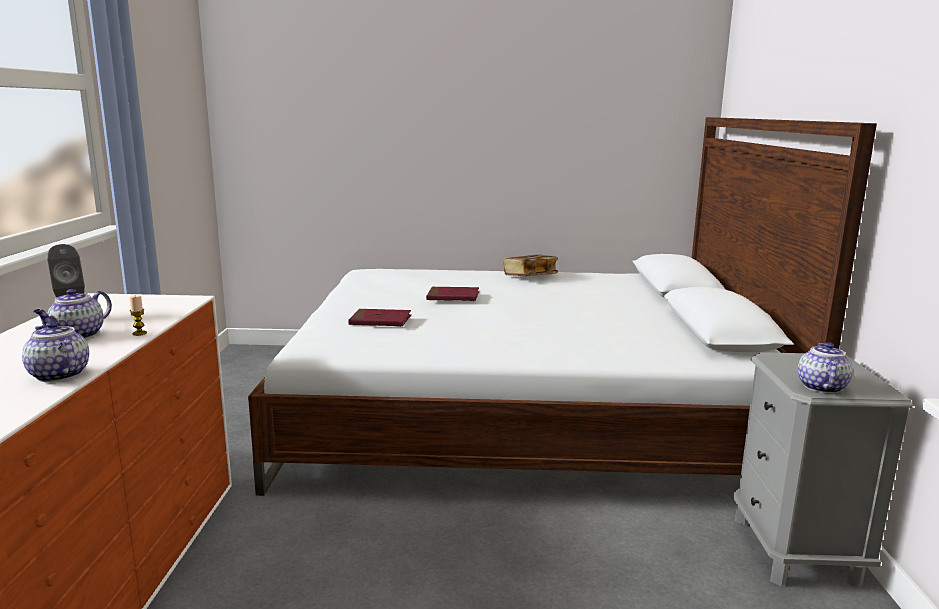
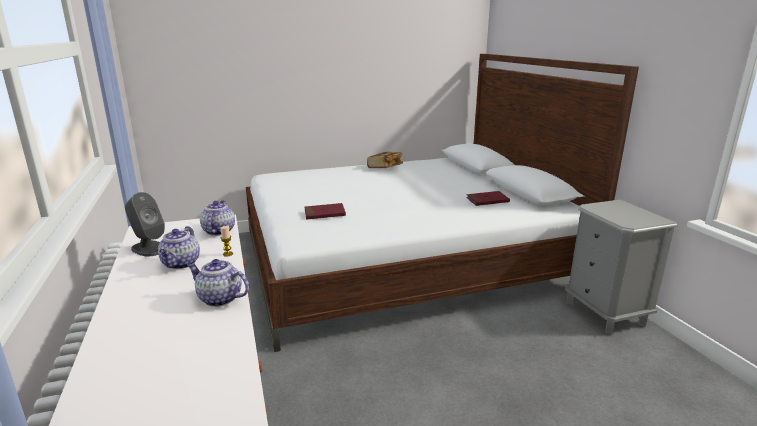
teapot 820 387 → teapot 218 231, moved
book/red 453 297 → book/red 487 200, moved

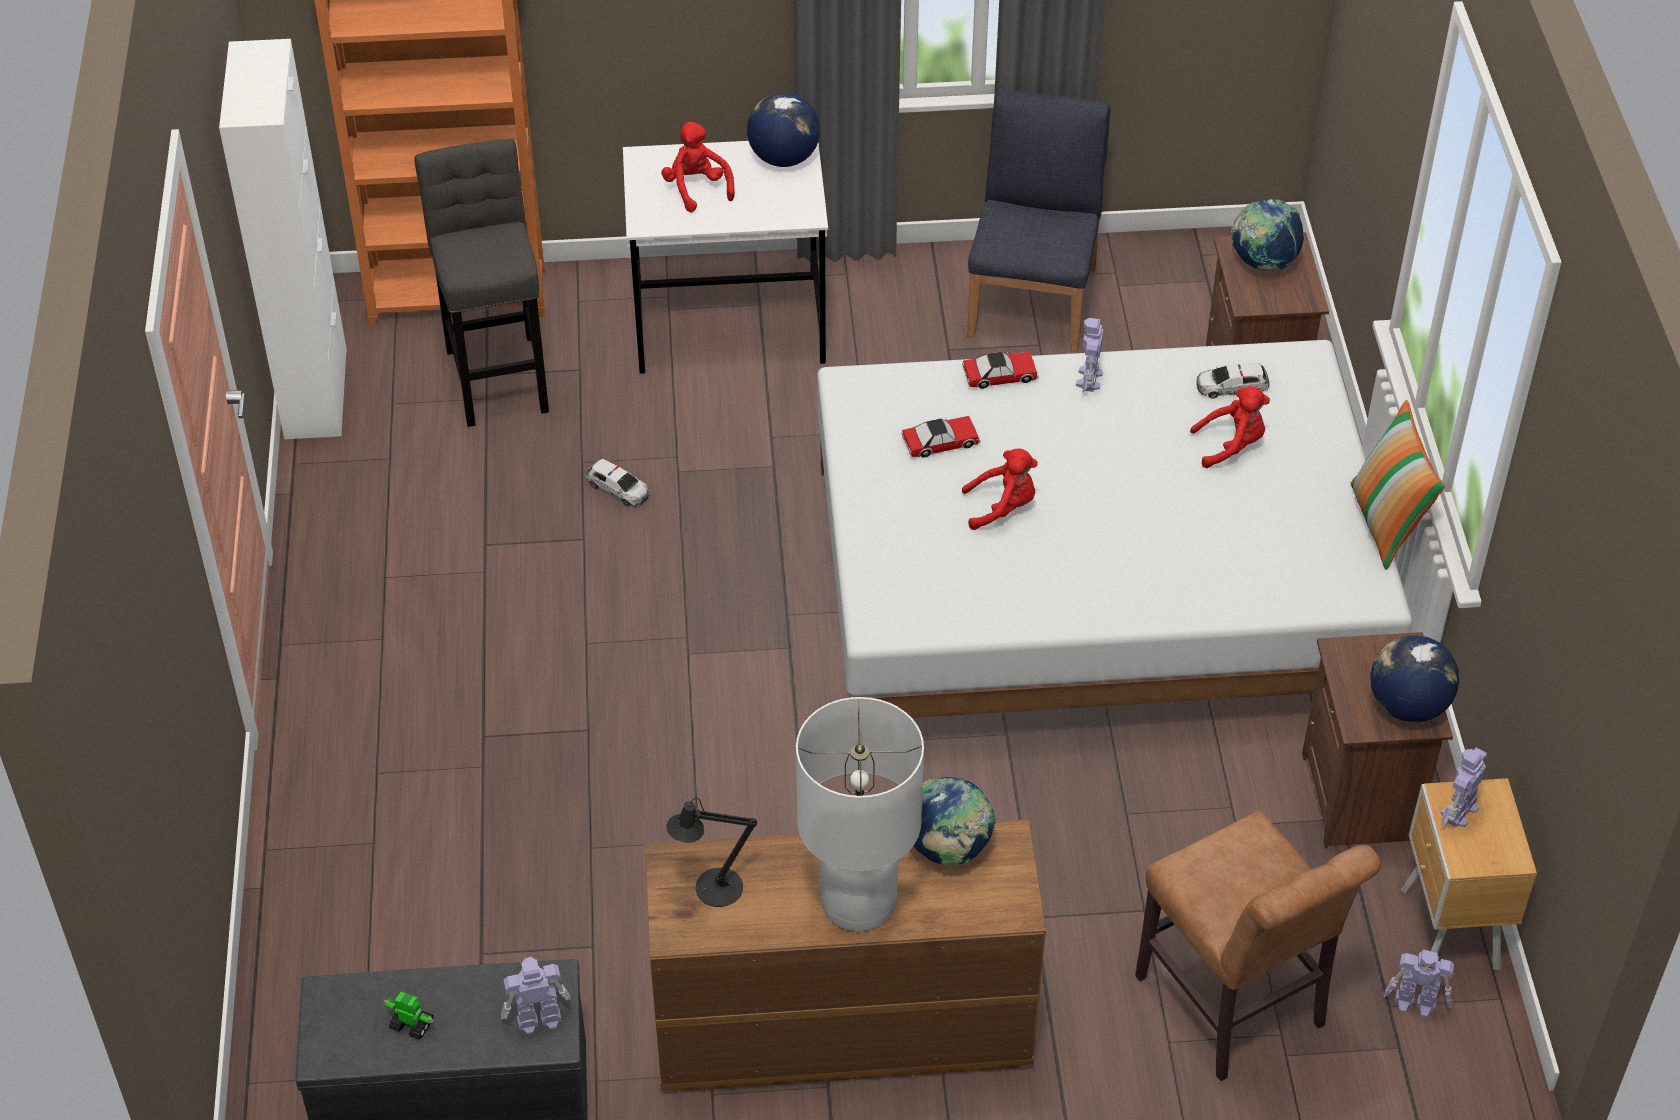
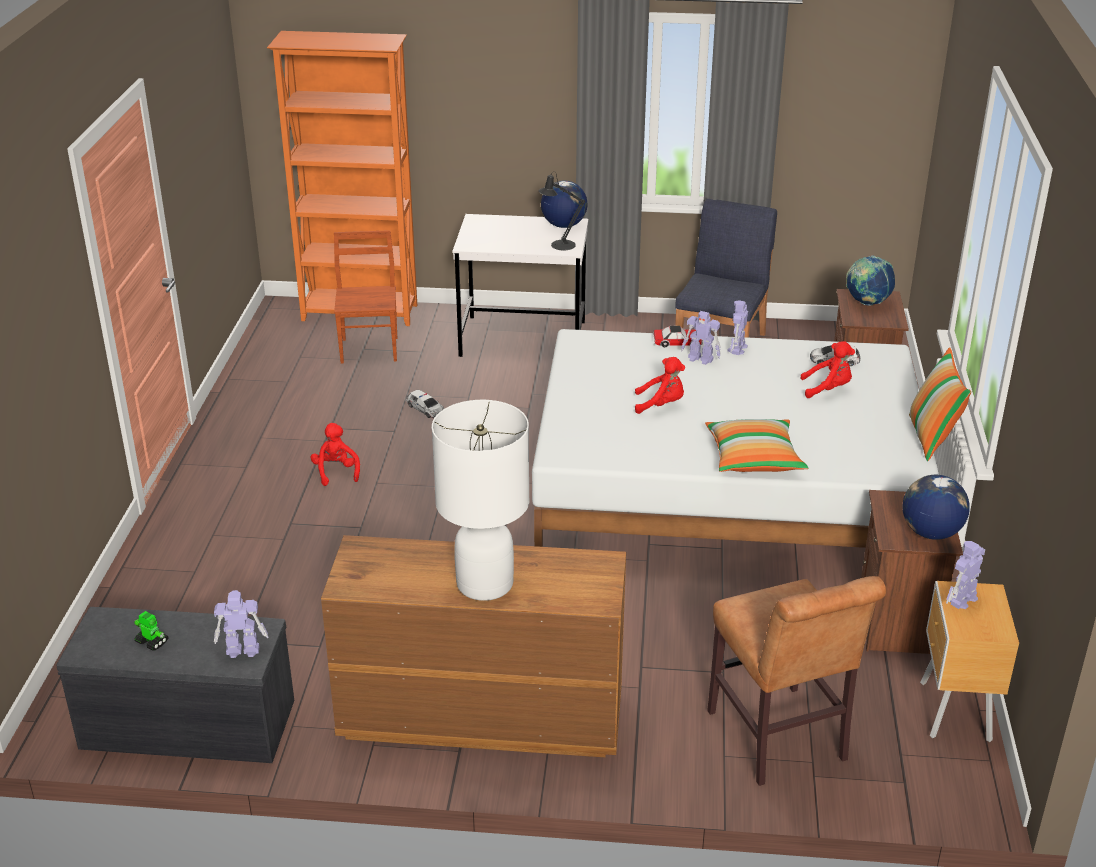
plush toy/red 697 189 → plush toy/red 336 472, moved
stool/grey 498 374 → chair/brown 370 349
table lamp/black 712 889 → table lamp/black 559 245, moved
toy robot 1416 1003 → toy robot 701 359, moved
- → pillow 754 459
cabinet/white 316 394 → -
toy car 941 442 → -
globe 948 850 → -

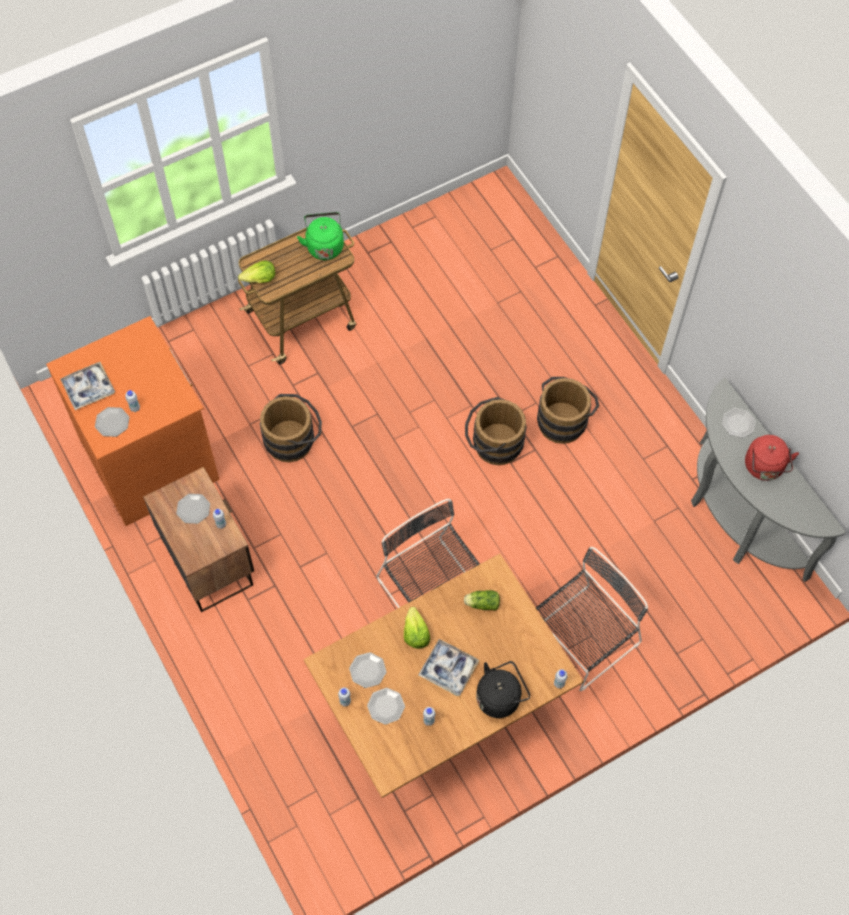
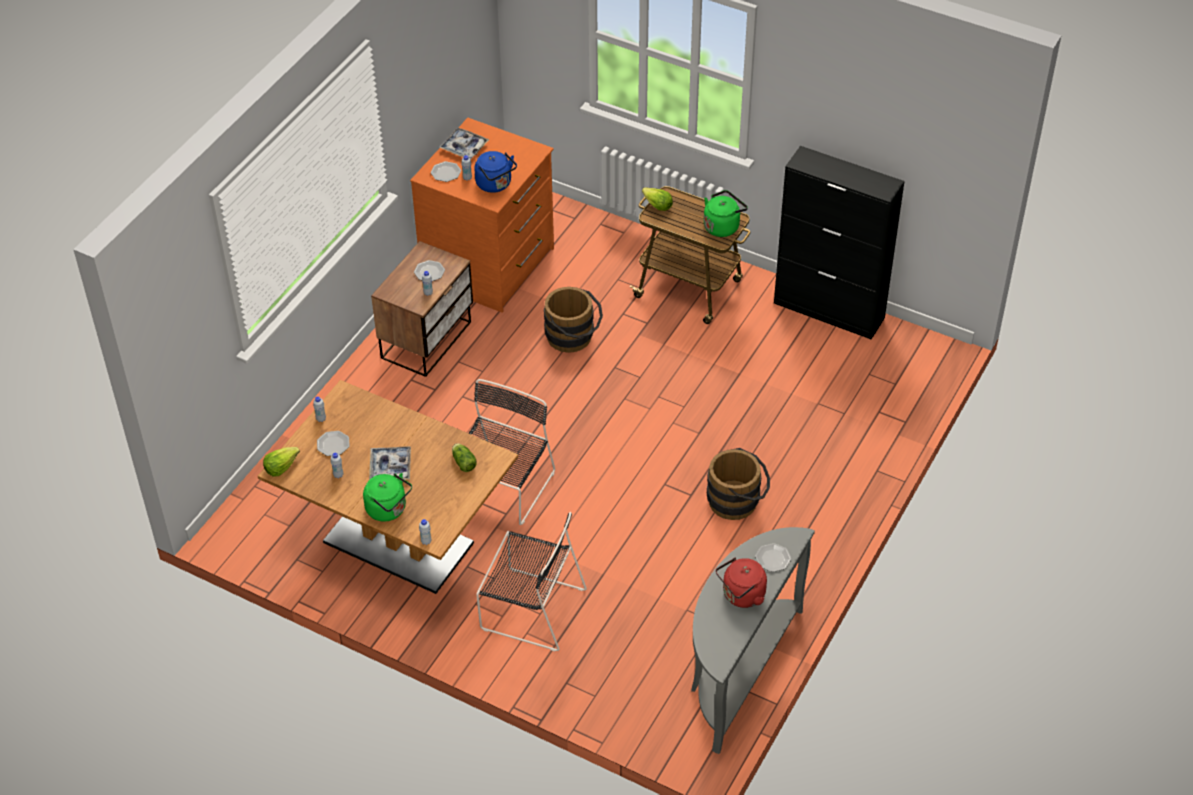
lettuce 415 633 → lettuce 281 467, moved
kettle/black 500 697 → kettle/green 388 510
- → kettle/blue 495 185
- → cabinet/black 829 311
plate 367 671 → -
bucket/brown 493 444 → -

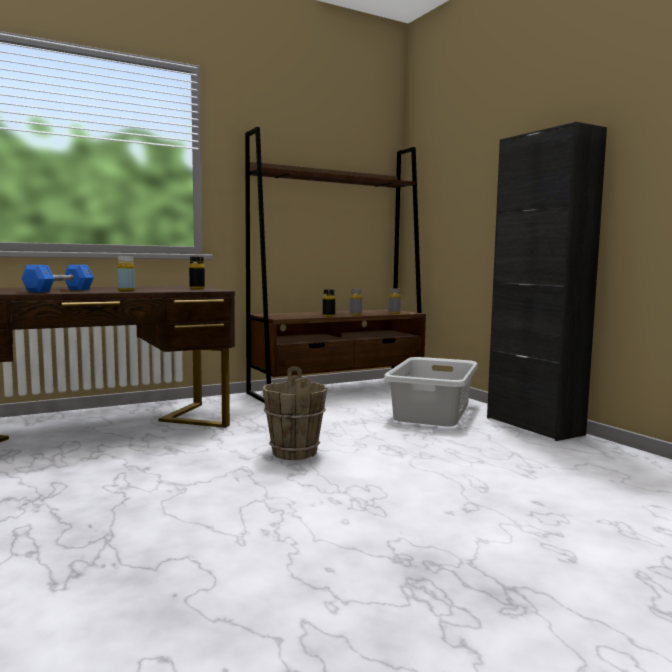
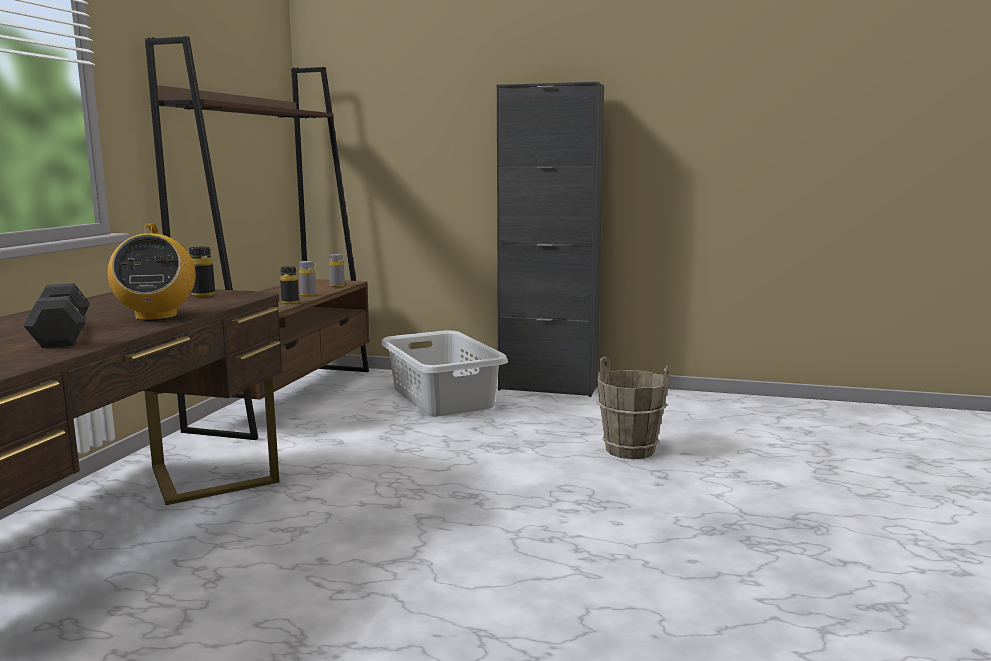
dumbbell/blue 59 290 → dumbbell/black 61 335
bottle/yellow 126 290 → radio 156 317
bucket/brown 293 453 → bucket/brown 630 450, moved

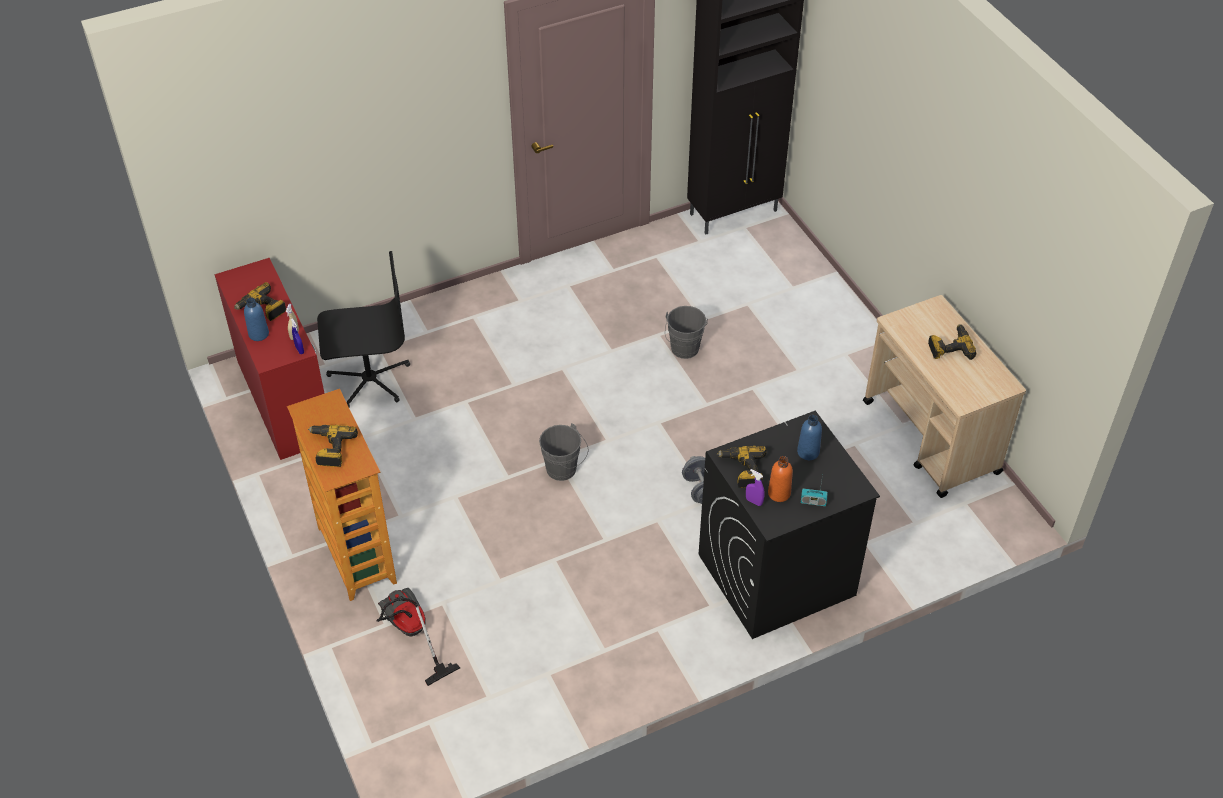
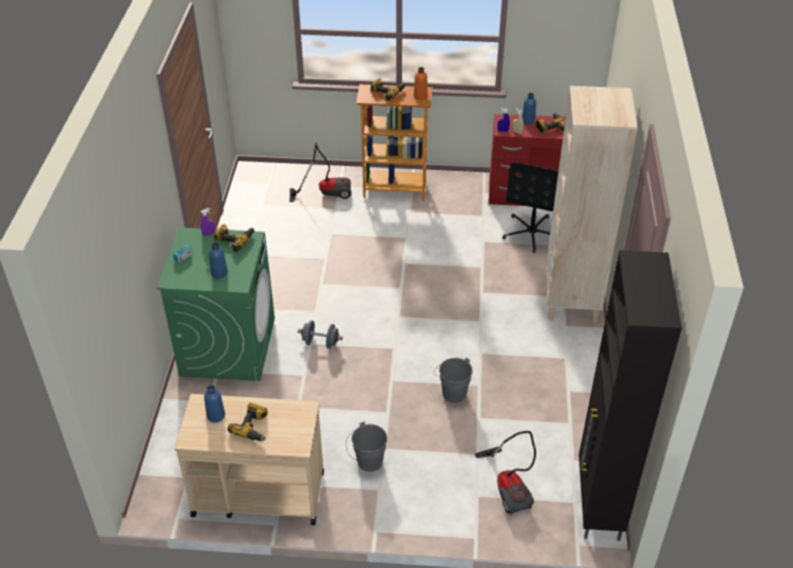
washing machine/black 775 575 → washing machine/green 228 346
- → bottle/blue 216 415
bucket/grey 564 471 → bucket/grey 367 462, moved
bottle/orange 779 493 → bottle/orange 420 96, moved
- → vacuum cleaner 509 486
- → bookcase/beige 571 301

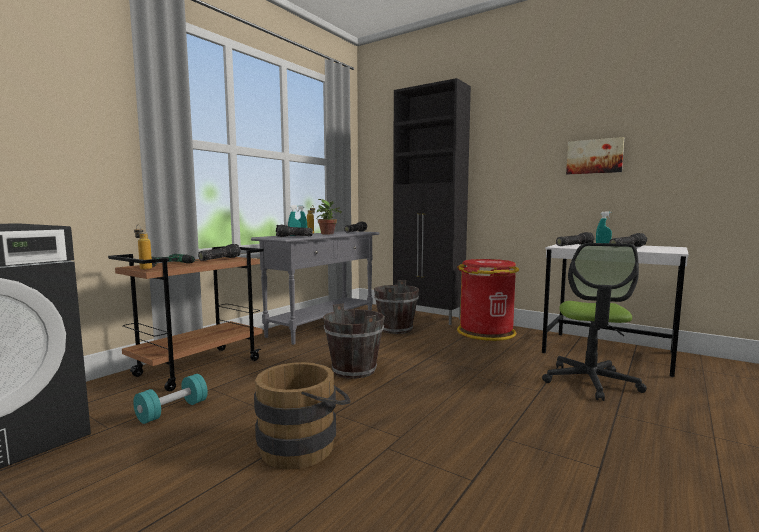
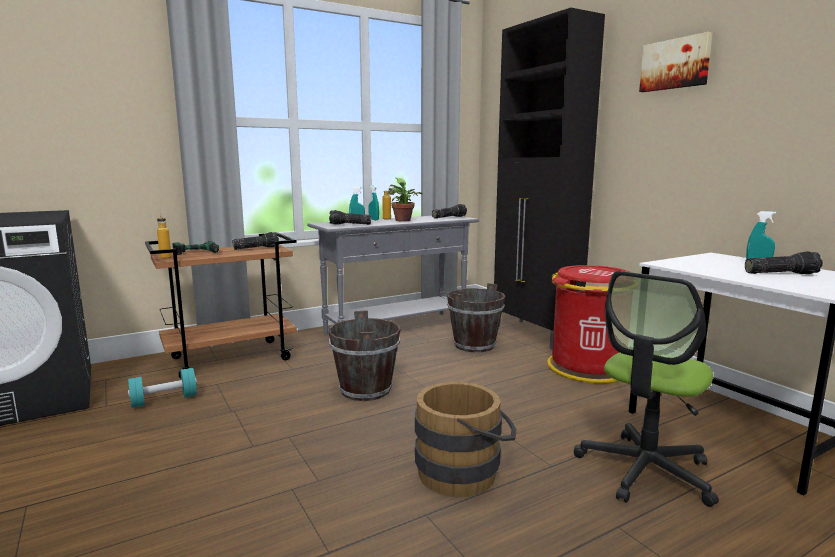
bucket/brown 304 445 → bucket/brown 465 472, moved
picture 594 156 → picture 675 64, moved
flashlight 574 245 → -

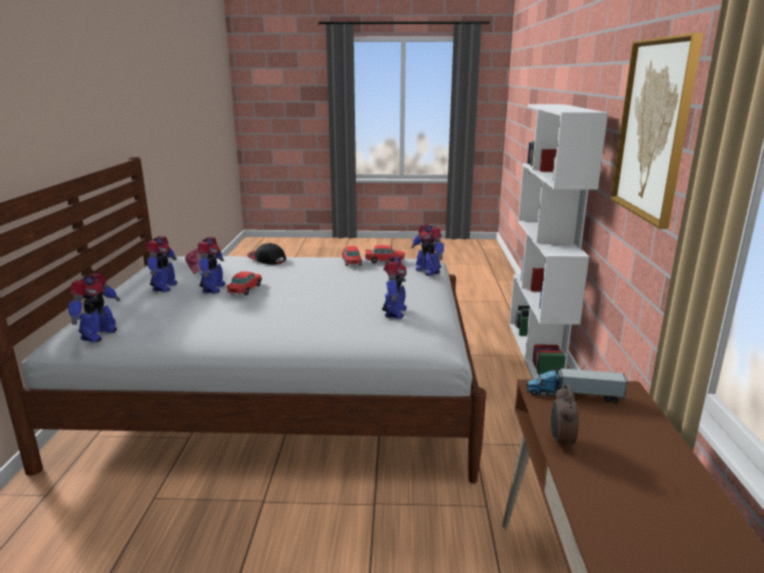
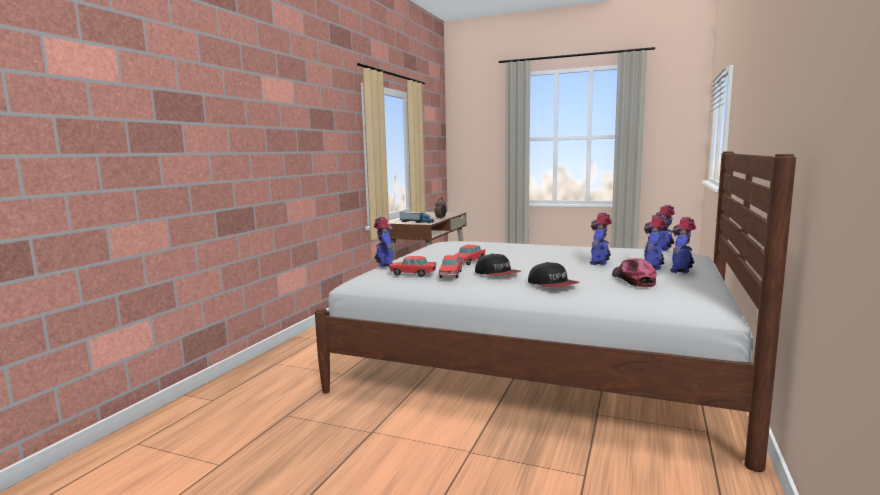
toy car 245 289 → toy car 468 262, moved
- → cap 497 274
toy robot 394 313 → toy robot 681 270, moved
bookcase/white 538 350 → -
picture 653 129 → -

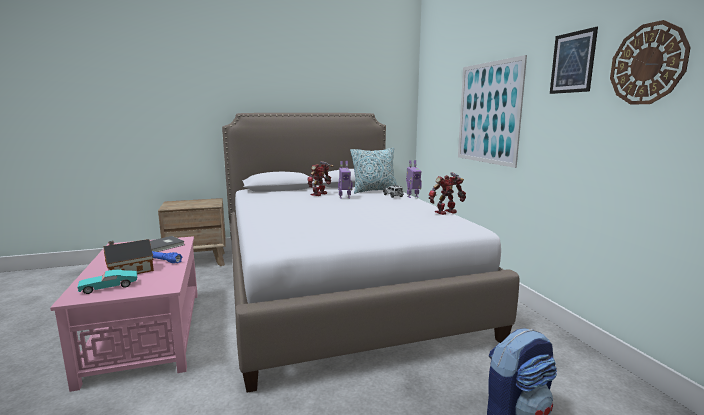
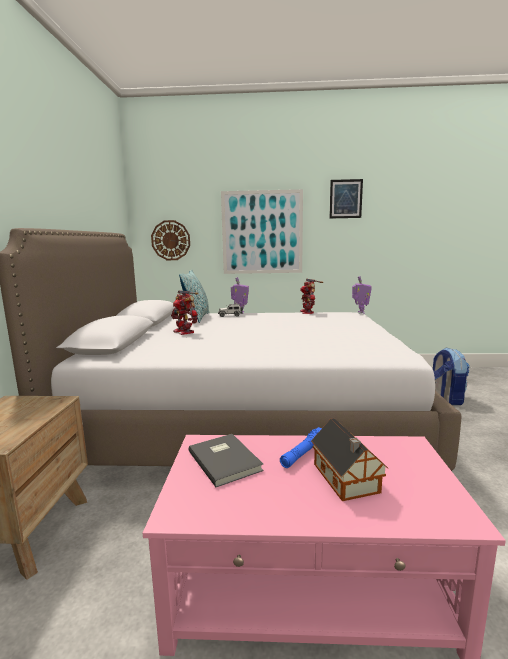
wall clock 647 64 → wall clock 170 240, moved
toy robot 344 197 → toy robot 360 312, moved
toy car/turquoise 109 287 → -

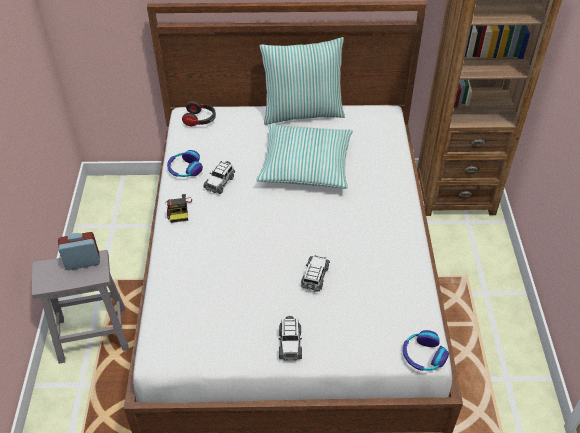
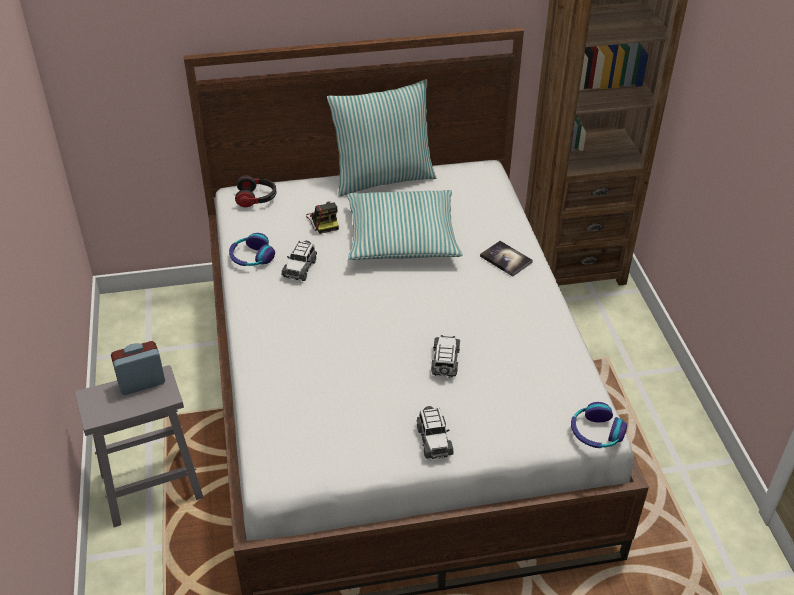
photo camera 179 210 → photo camera 324 221, moved
- → book 506 259

